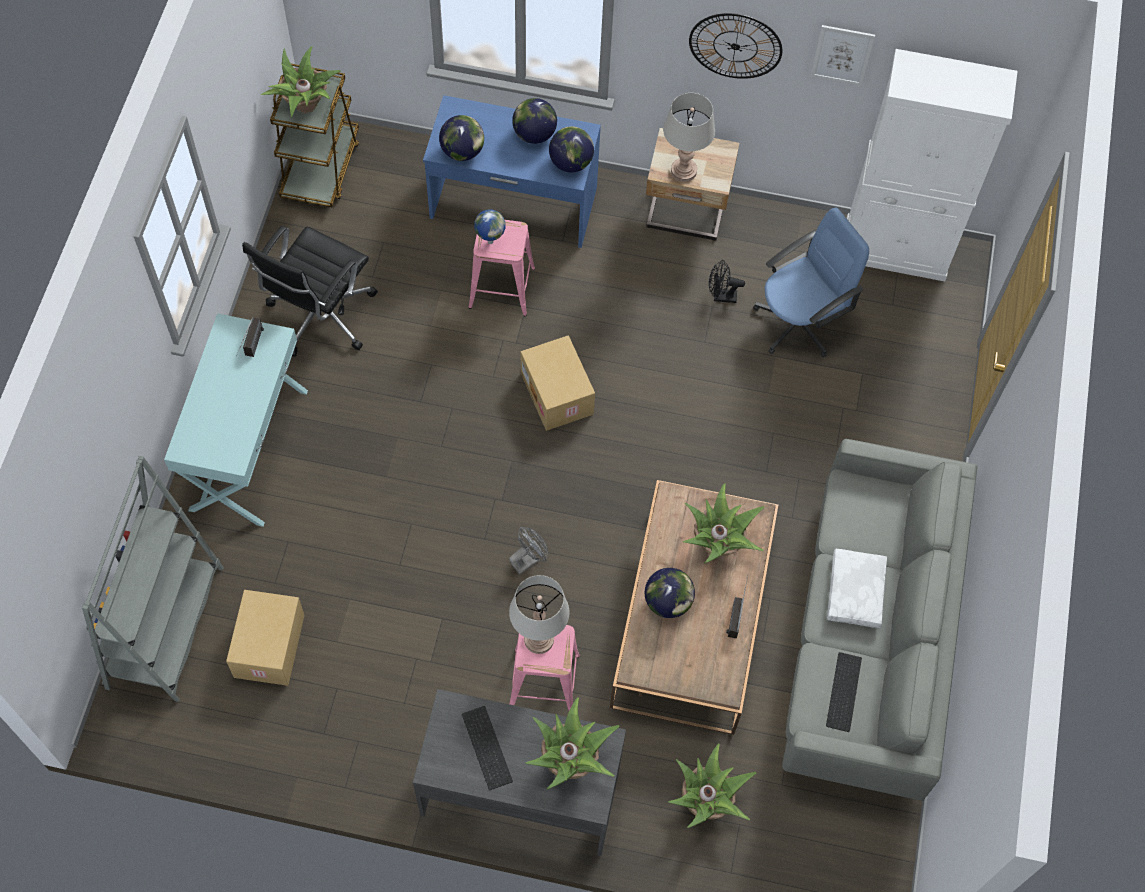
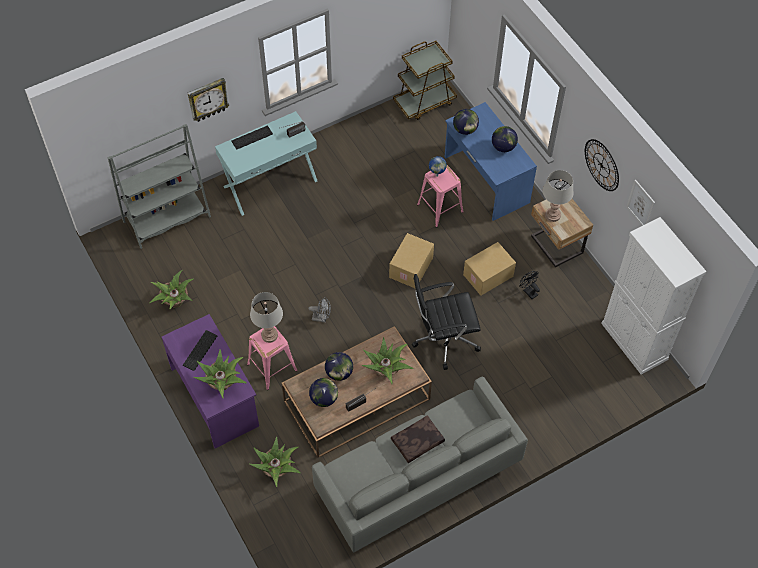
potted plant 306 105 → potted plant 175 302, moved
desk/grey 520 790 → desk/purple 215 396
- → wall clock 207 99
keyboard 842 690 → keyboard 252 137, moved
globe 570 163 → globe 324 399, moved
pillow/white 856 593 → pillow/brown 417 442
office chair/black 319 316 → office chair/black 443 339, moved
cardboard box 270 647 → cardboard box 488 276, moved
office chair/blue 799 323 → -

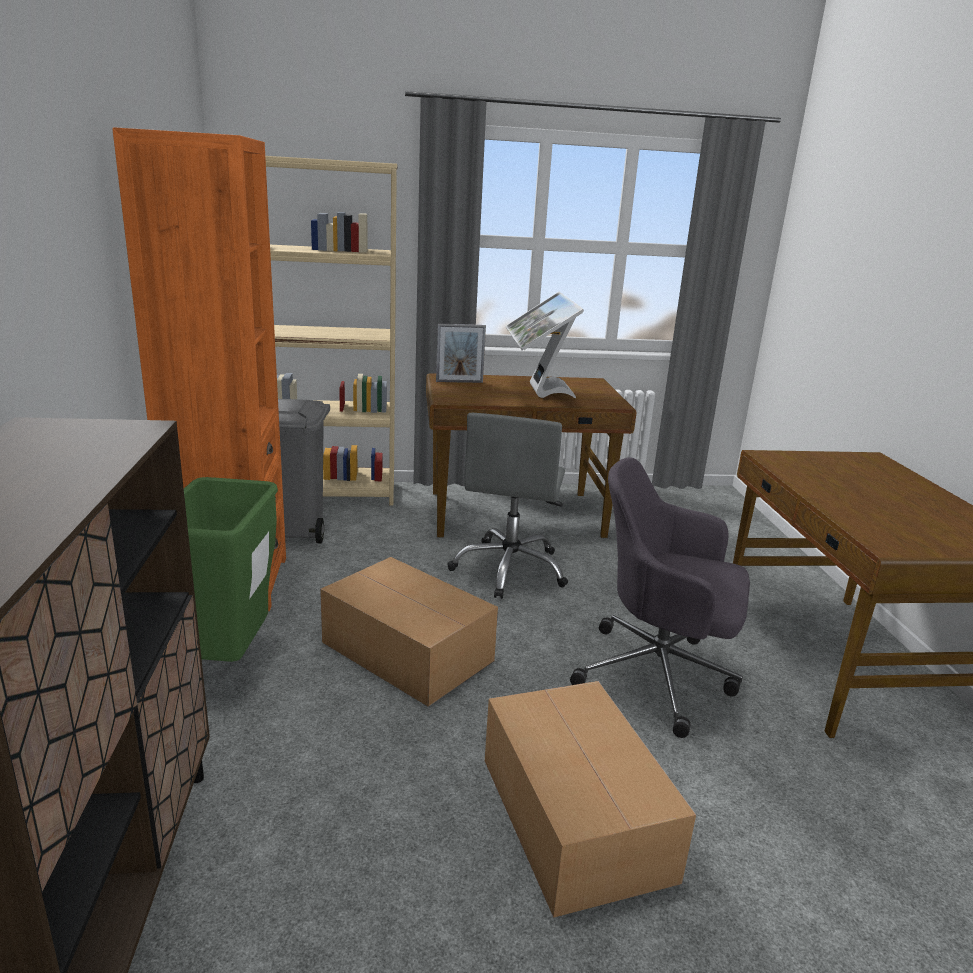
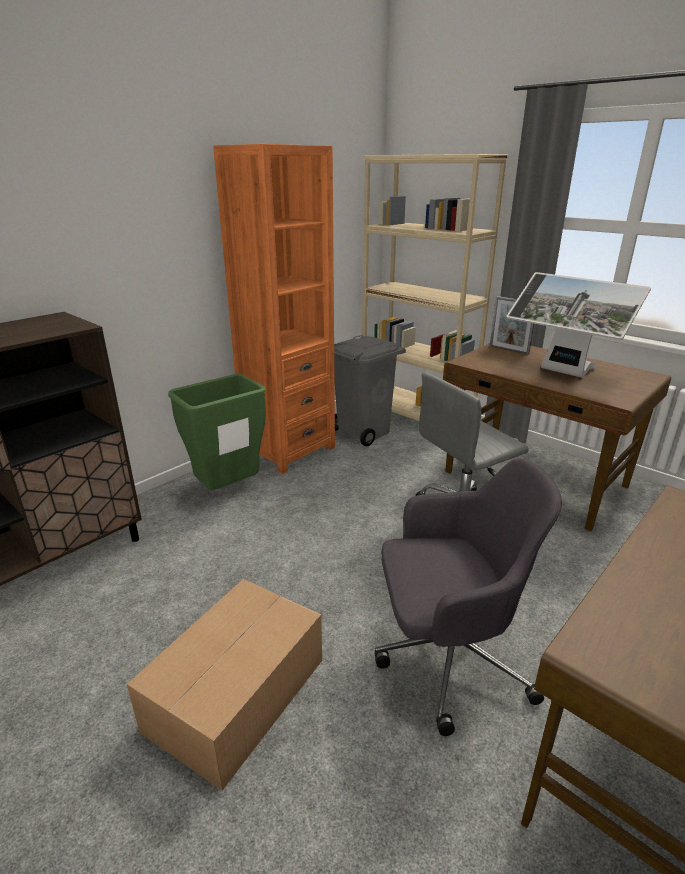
office chair/grey 659 675 → office chair/grey 447 657, 105 degrees clockwise
monitor 538 392 → monitor 562 372, 90 degrees counterclockwise
cardboard box 406 650 → -

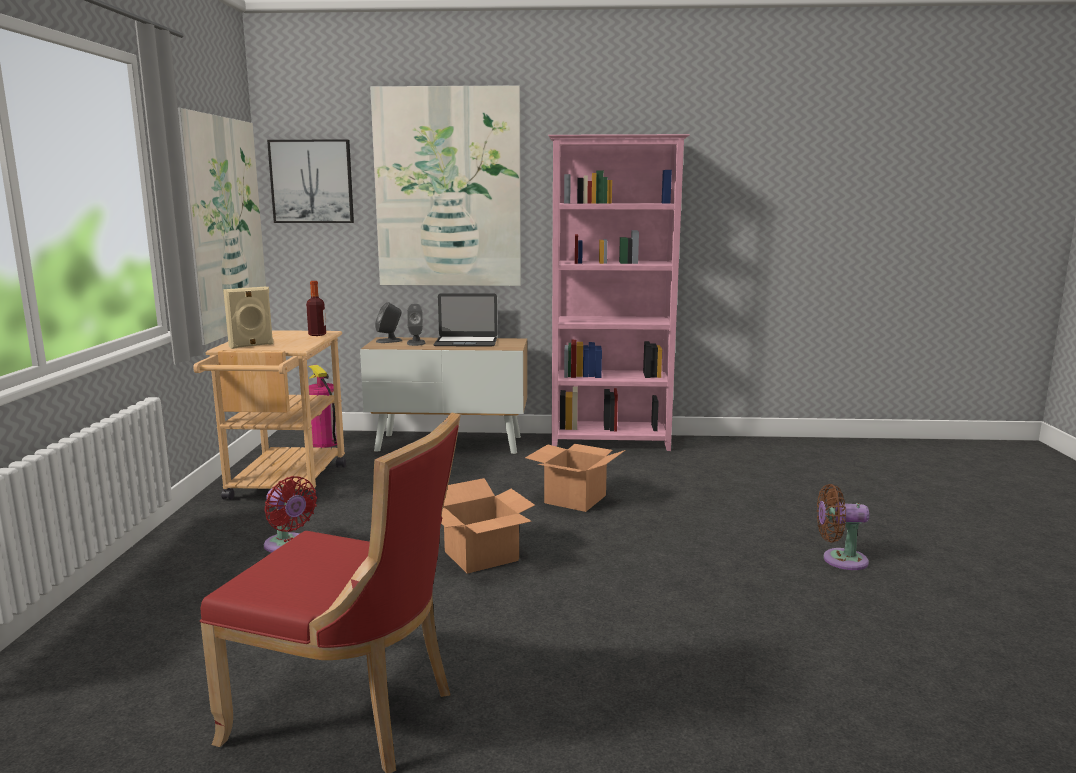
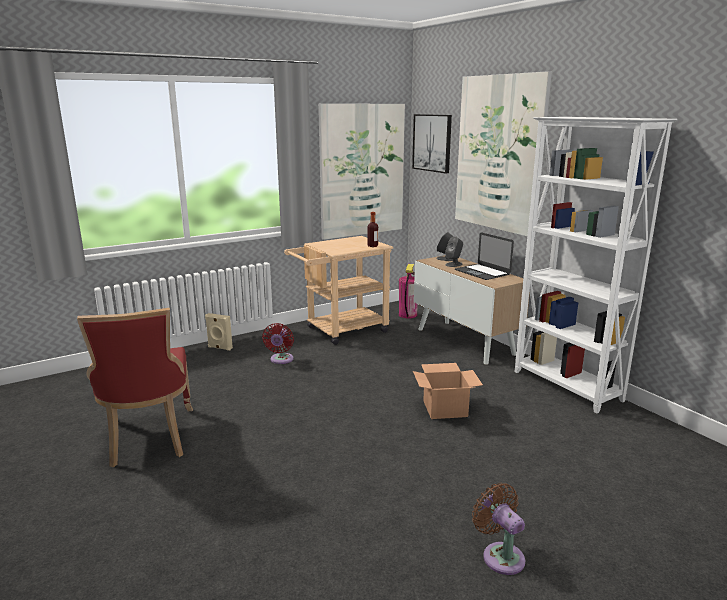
speaker/beige 251 346 → speaker/beige 219 348, moved
bookcase/pink 611 443 → bookcase/white 566 386
cardboard box 482 555 → -

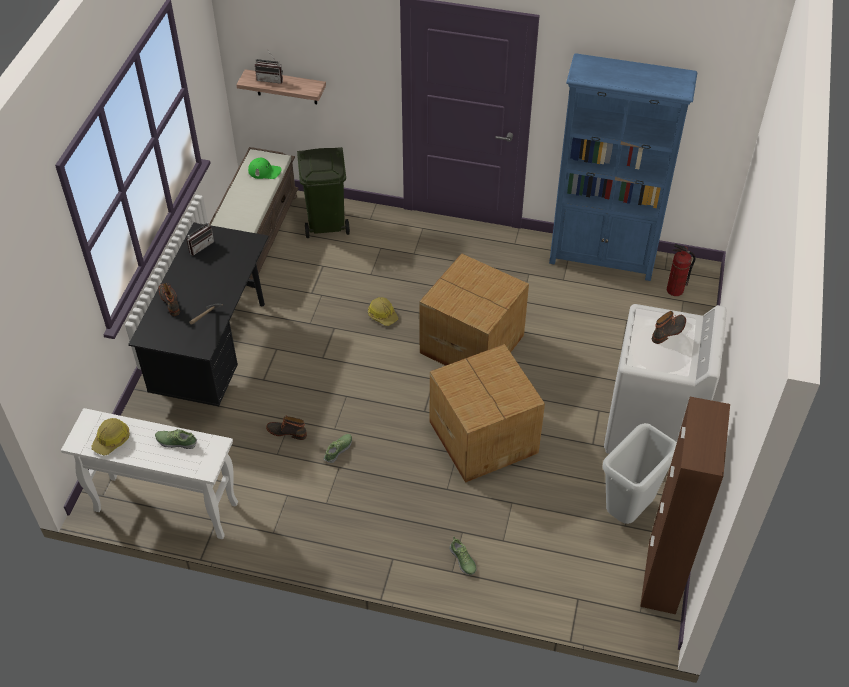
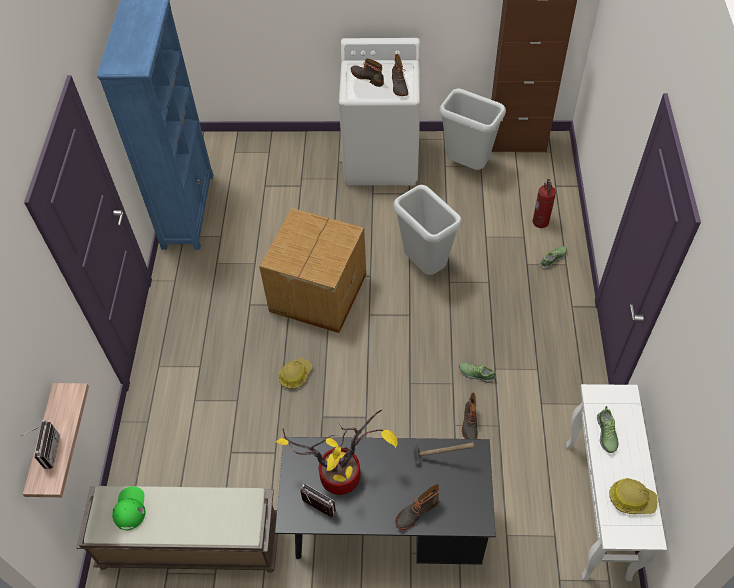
- → potted plant 342 473
- → boot 398 86
cardboard box 484 436 → trash can/grey 423 266
fire extinguisher 674 290 → fire extinguisher 541 222, moved
trash can/green 327 223 → -

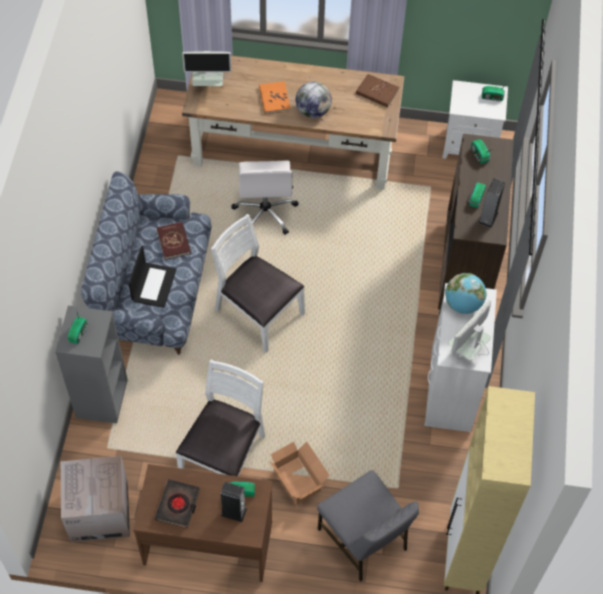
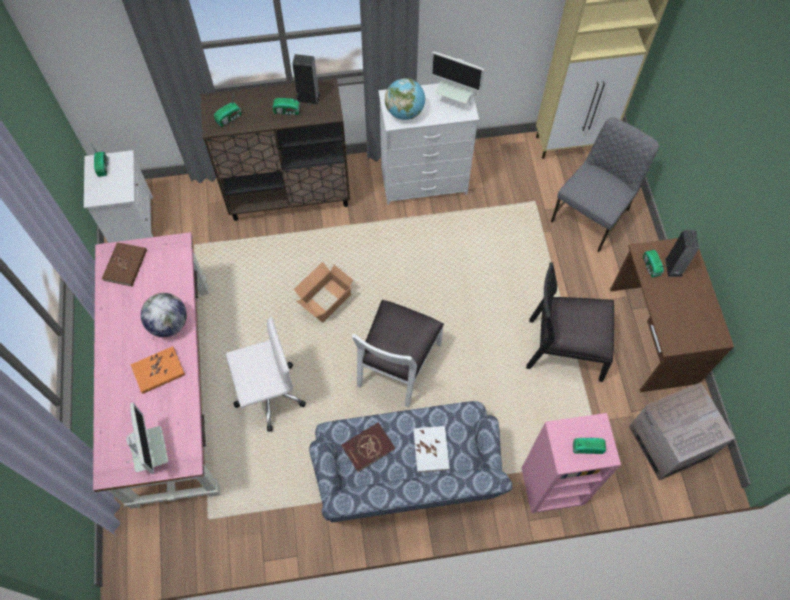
desk/brown 294 149 → desk/pink 171 389
cardboard box 298 478 → cardboard box 324 300, moved
laptop 153 284 → book/white 431 450
bookcase/grey 101 398 → bookcase/pink 552 487
chair/white 224 456 → chair/black 564 347
book/black 178 505 → -

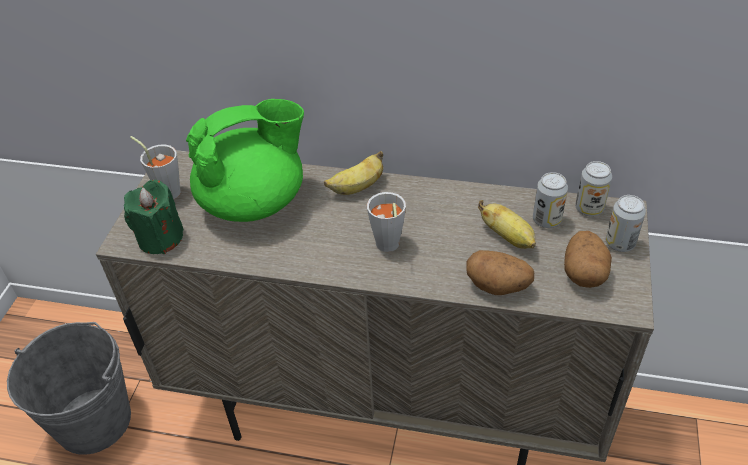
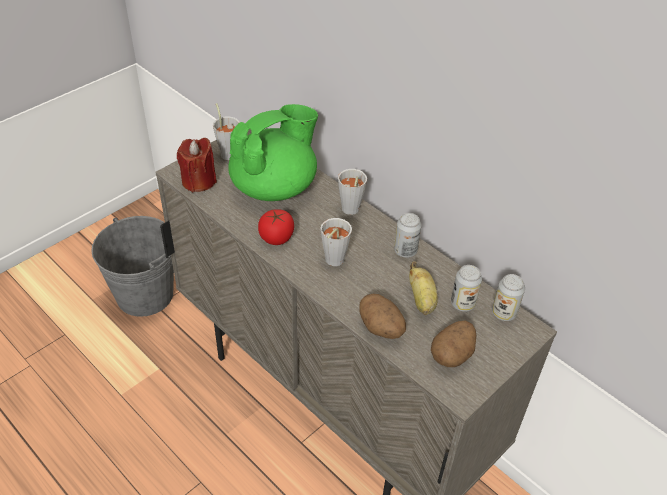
candle/green 160 238 → candle/red 199 181
teapot/green 254 202 → teapot/green 275 187, 45 degrees counterclockwise
- → tomato 276 238
banana 357 188 → cup/grey 350 211
can 620 243 → can 405 251, moved

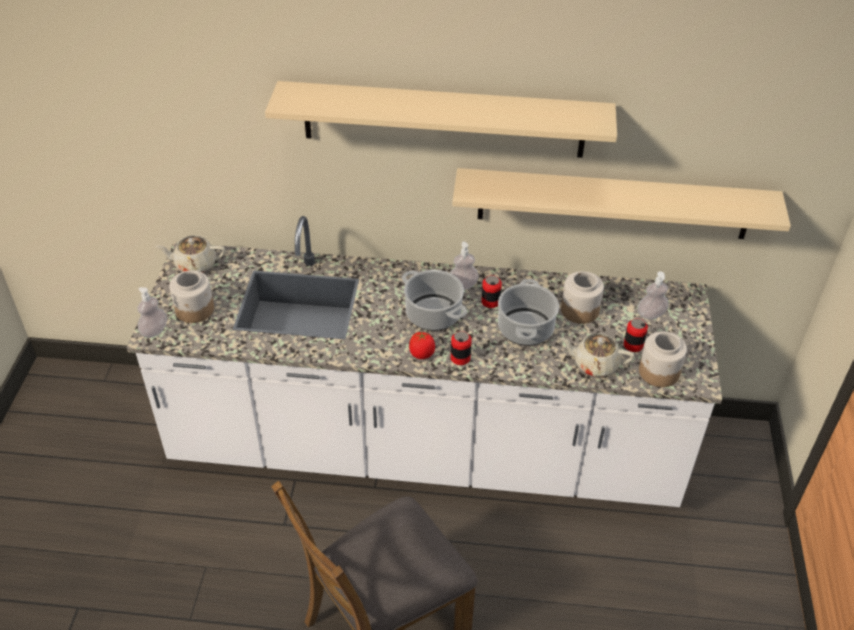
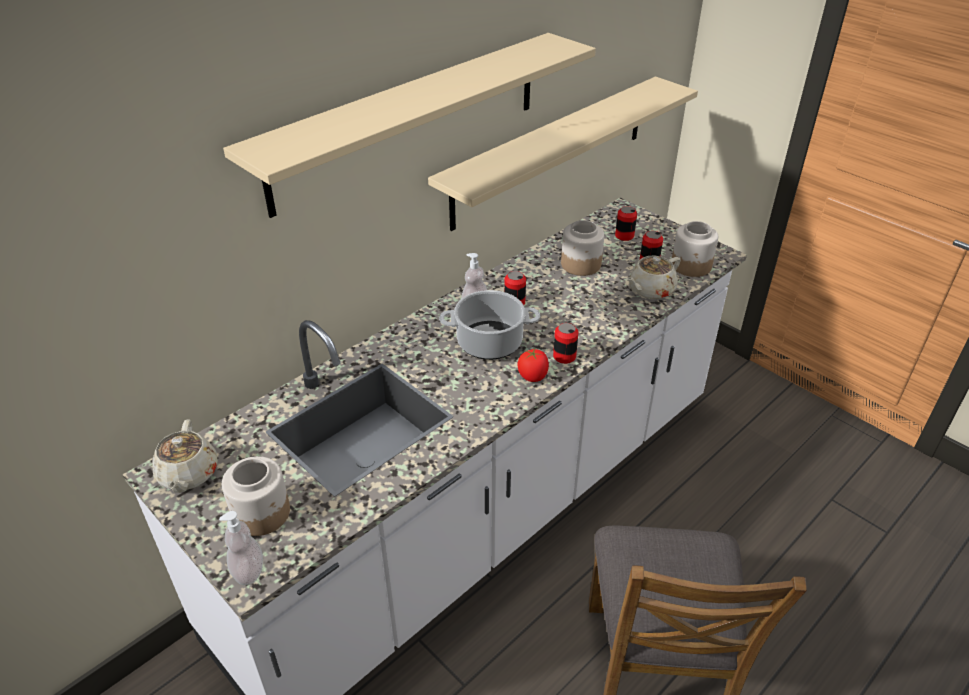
teapot/beige 195 264 → teapot/beige 188 475, 45 degrees counterclockwise
soap dispenser 651 314 → can 624 236
cooking pot 525 328 → -

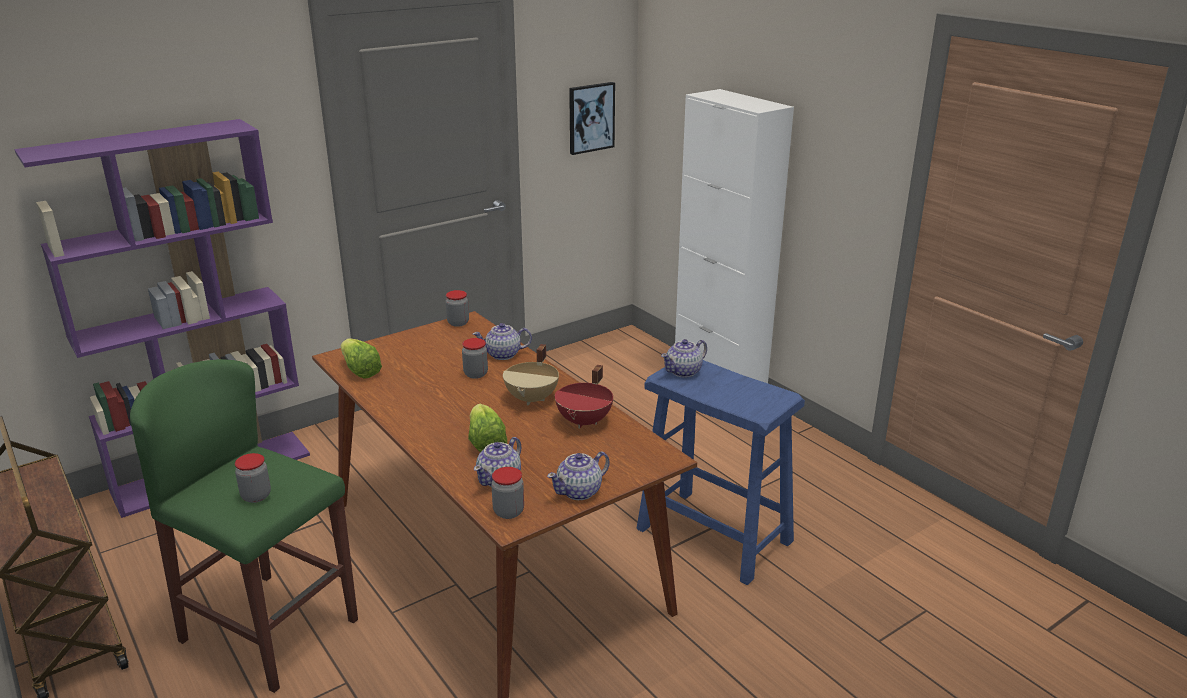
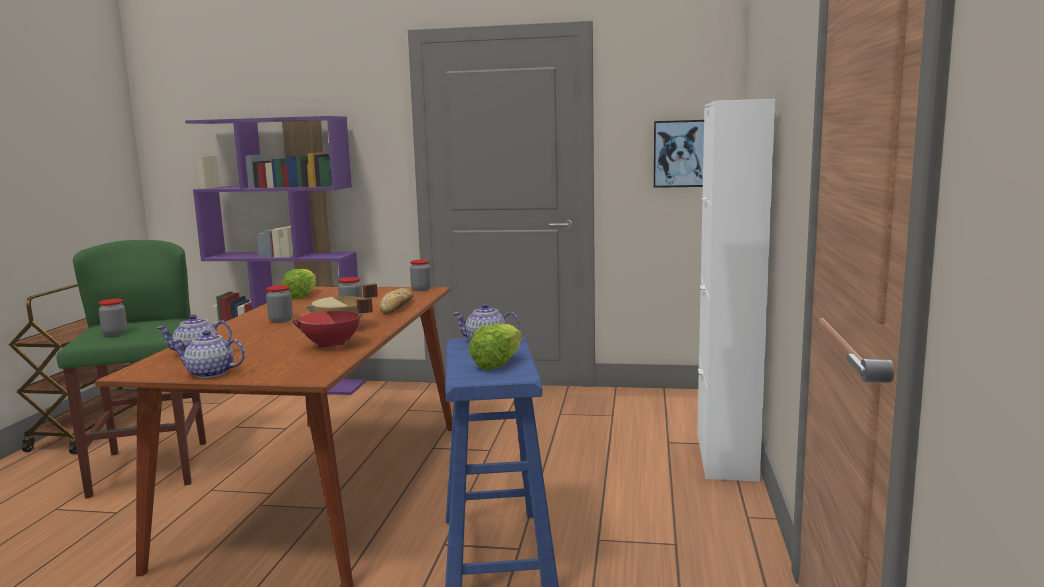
jar 508 512 → jar 281 320, moved
teapot 503 355 → bread 397 307
lettuce 485 443 → lettuce 497 363, moved

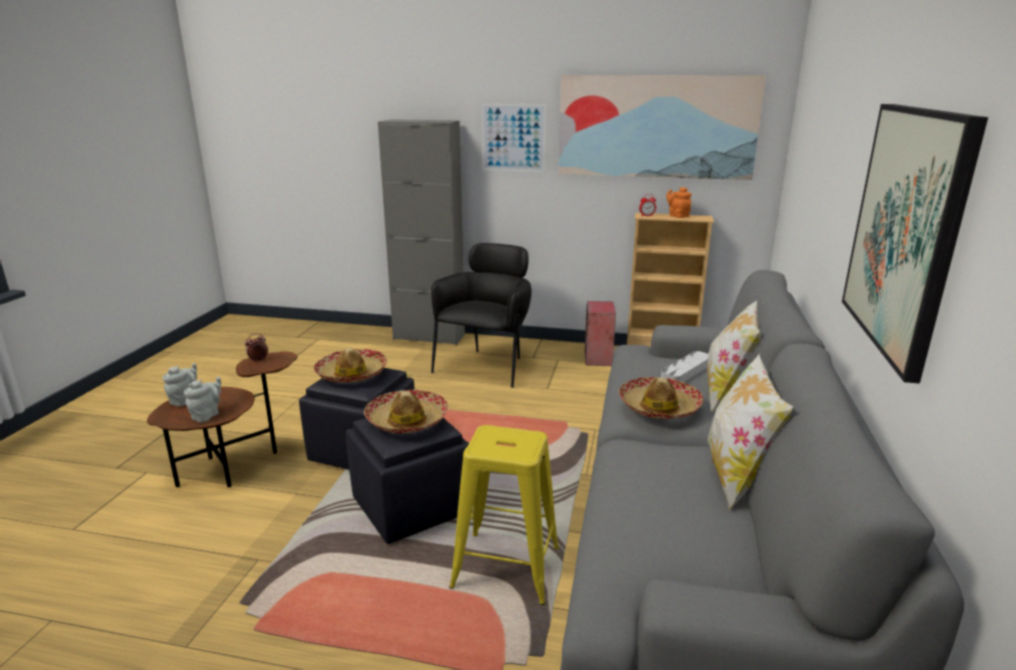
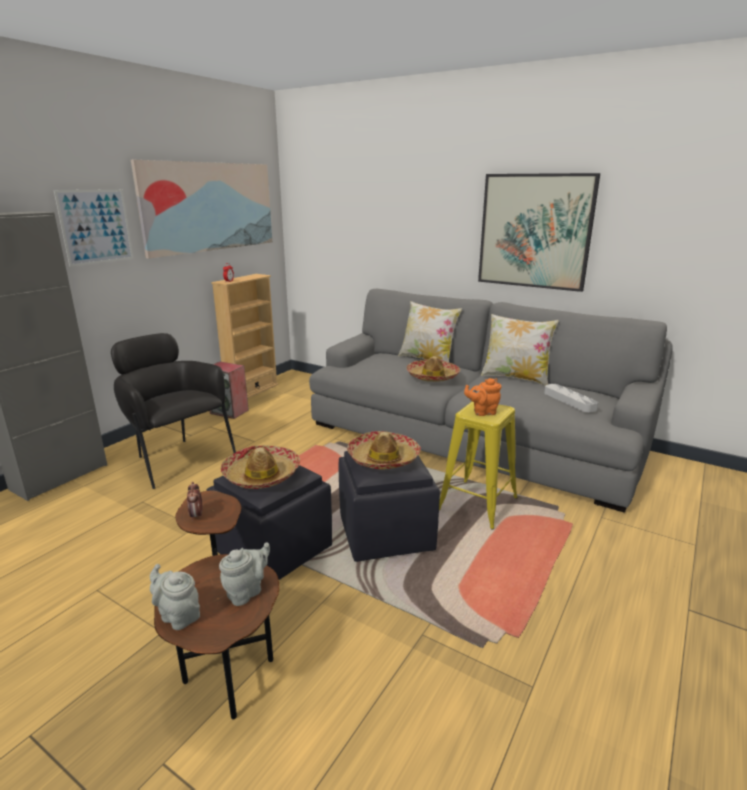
teapot/grey 207 415 → teapot/grey 247 591, 90 degrees clockwise
teapot/orange 677 216 → teapot/orange 482 412, moved
tray/grey 686 372 → tray/grey 569 401, moved

